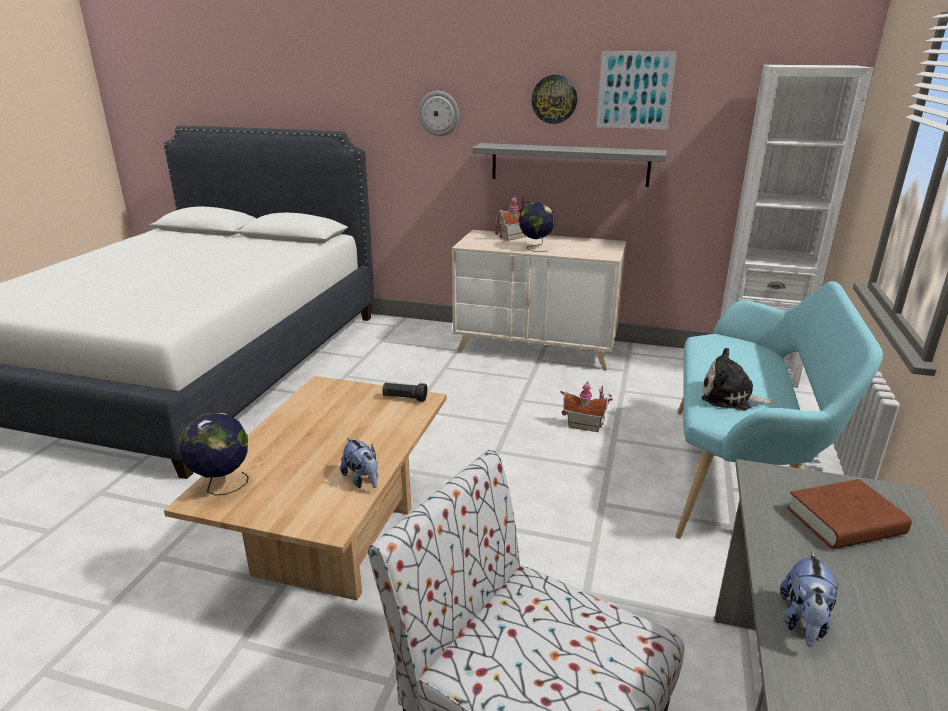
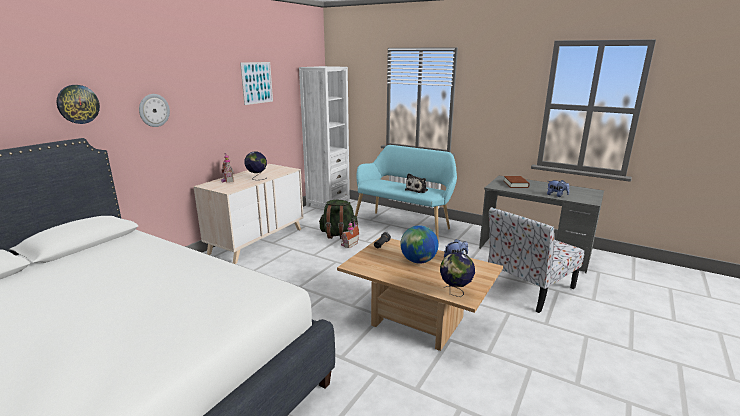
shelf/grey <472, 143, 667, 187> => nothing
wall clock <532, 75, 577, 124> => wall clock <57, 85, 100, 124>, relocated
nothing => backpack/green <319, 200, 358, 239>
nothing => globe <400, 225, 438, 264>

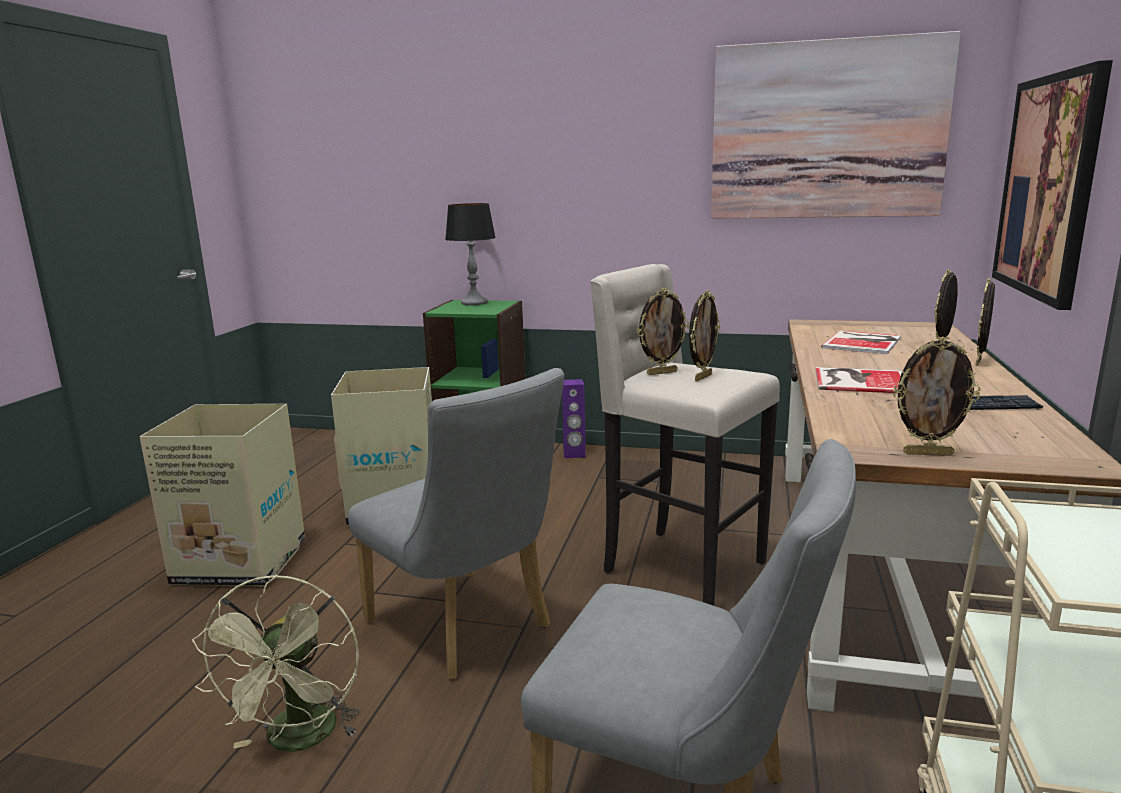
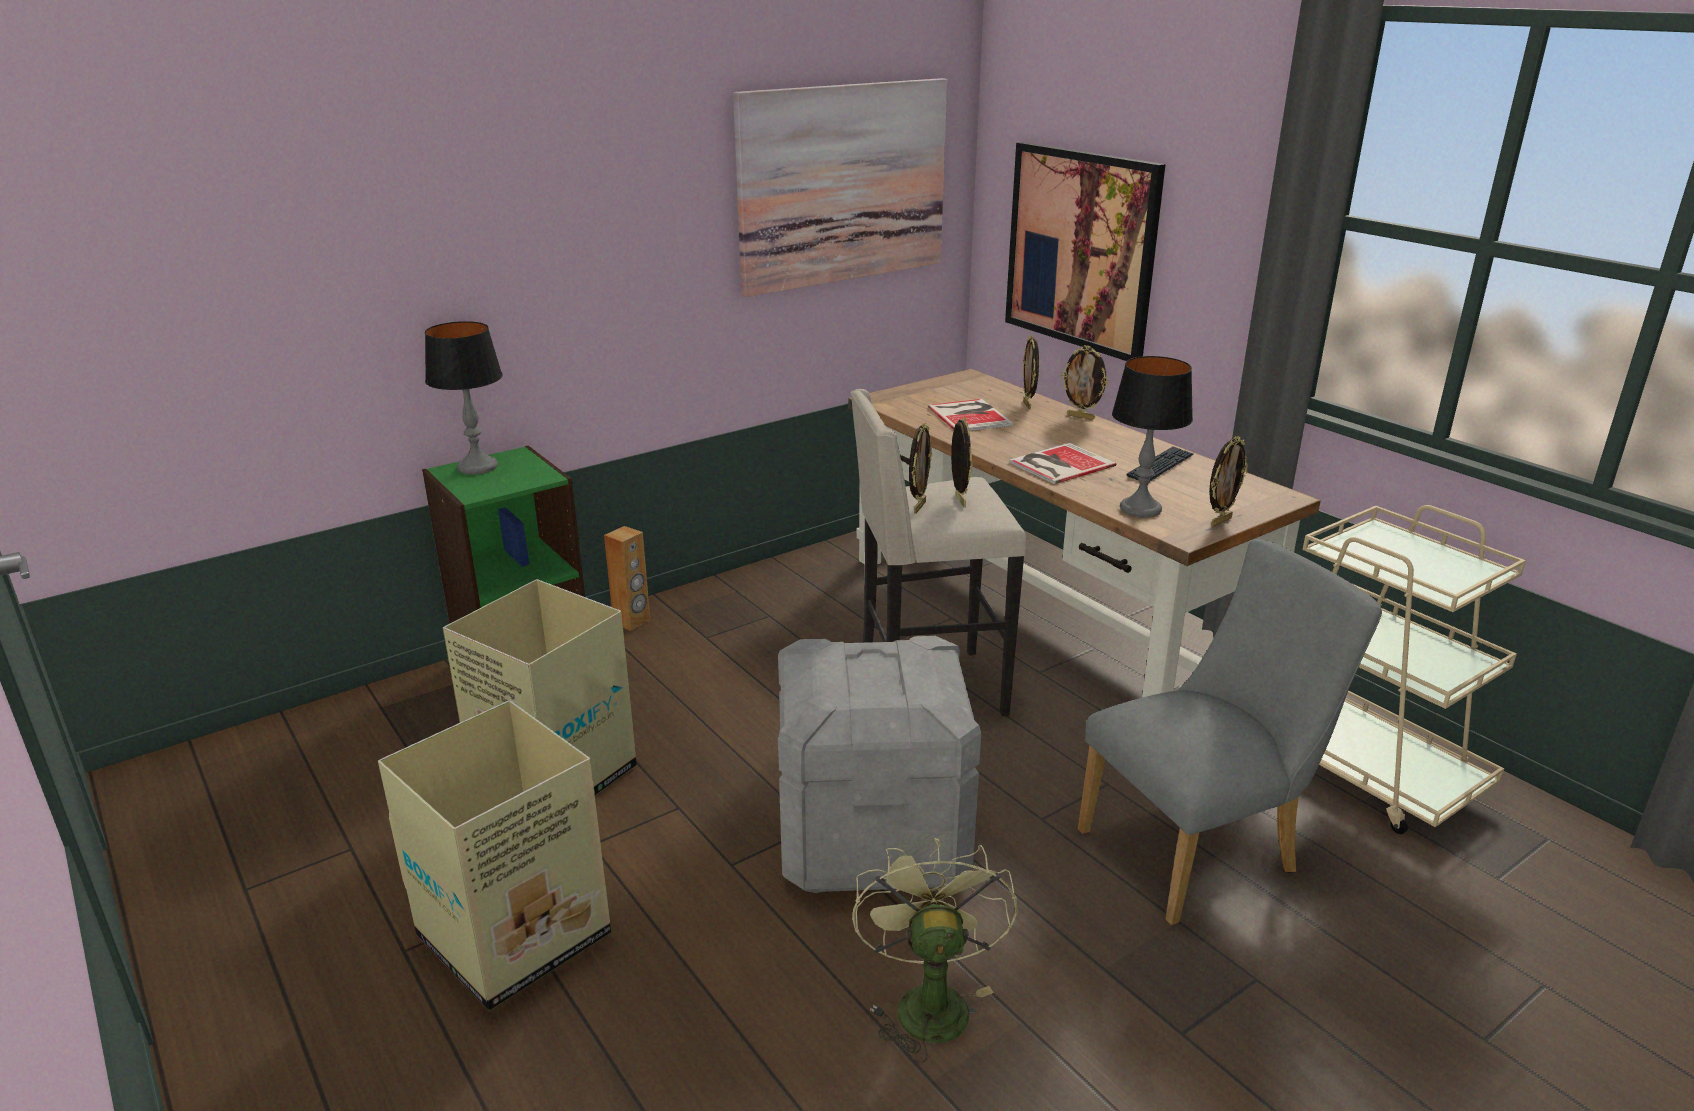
fan/green <192, 574, 360, 752> => fan/green <852, 837, 1018, 1063>, 135 degrees counterclockwise
chair/grey <348, 368, 564, 680> => storage box/grey <778, 636, 981, 893>
speaker/purple <562, 379, 586, 458> => speaker/brown <604, 526, 650, 631>
picture frame <975, 278, 995, 366> => picture frame <1061, 345, 1109, 420>, 45 degrees counterclockwise
nothing => table lamp <1112, 356, 1193, 518>

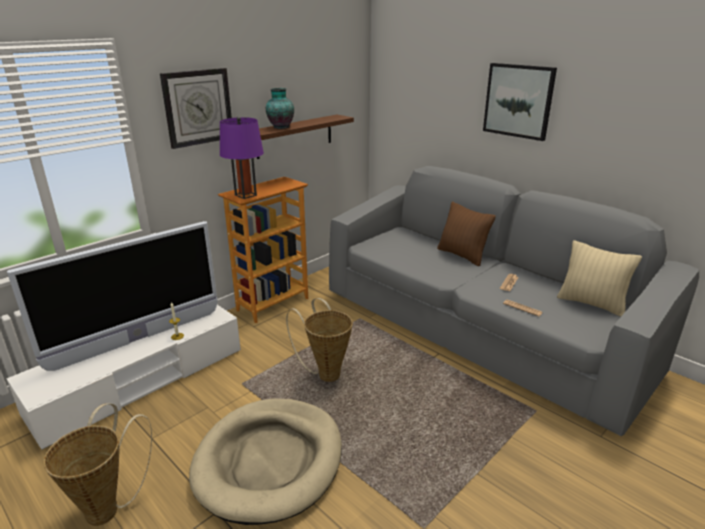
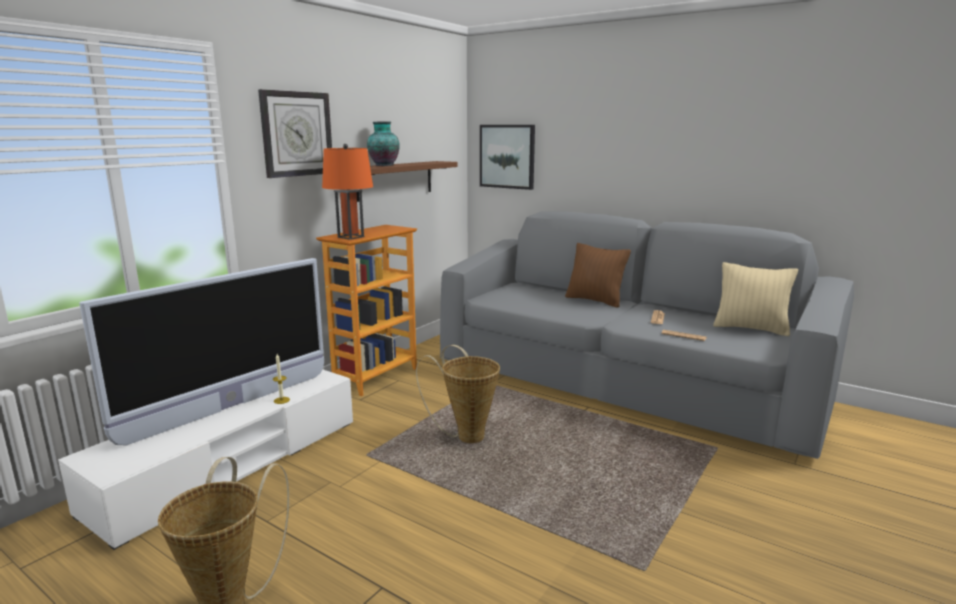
dog bed/beige <189, 398, 342, 525> => nothing
table lamp/purple <220, 117, 264, 199> => table lamp/orange <322, 144, 373, 240>
picture <483, 63, 557, 141> => picture <480, 125, 535, 190>, relocated

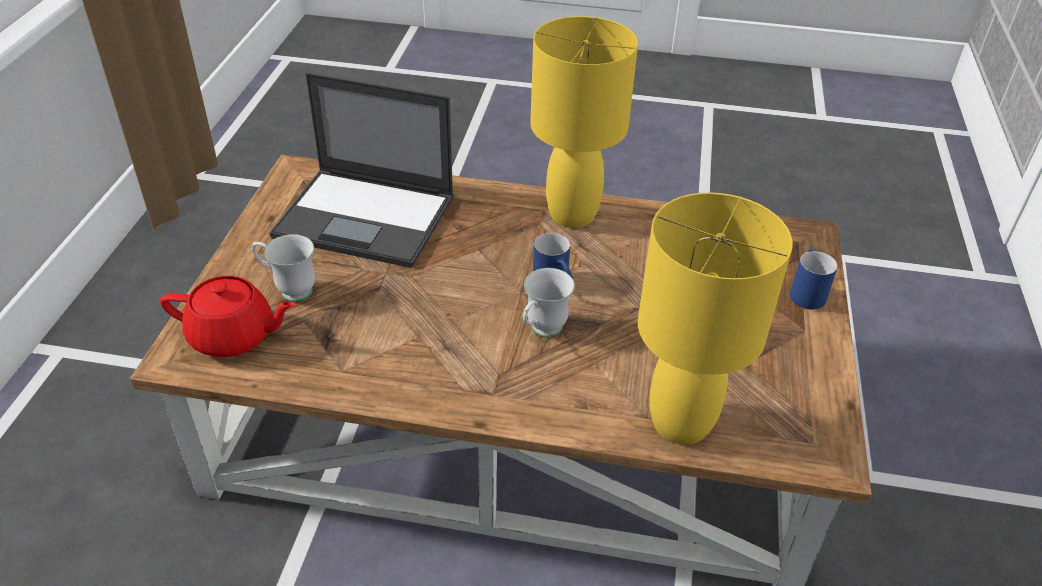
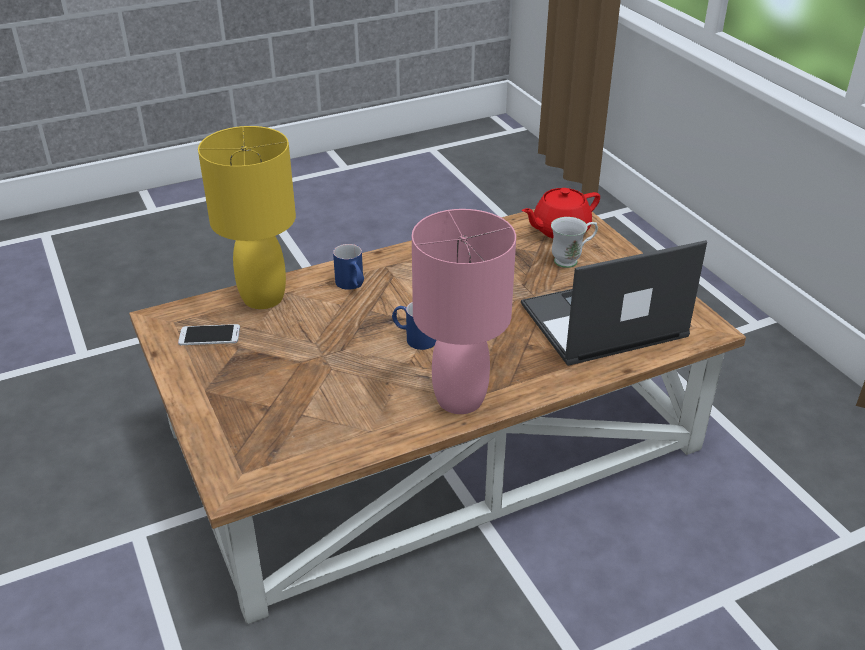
mug/white <523, 268, 575, 338> => nothing
table lamp/yellow <530, 16, 638, 228> => table lamp/pink <412, 209, 516, 414>
mug/blue <790, 248, 838, 310> => mug/blue <333, 244, 364, 290>, relocated
nothing => phone <178, 324, 240, 345>

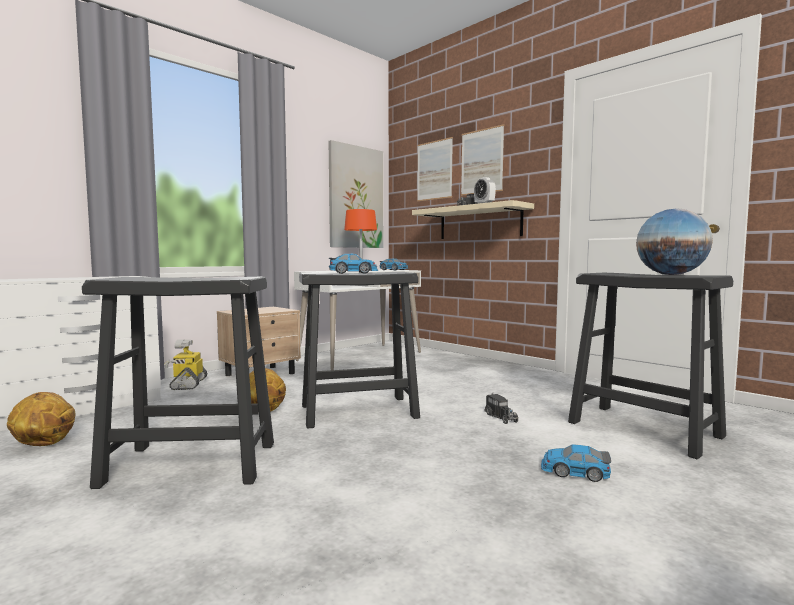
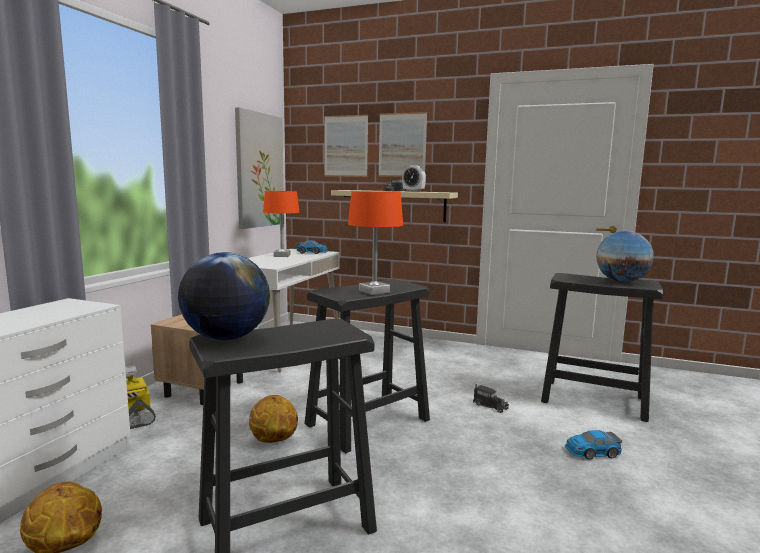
toy car <329, 254, 379, 274> => table lamp/orange <348, 191, 403, 295>
nothing => globe <178, 252, 270, 340>

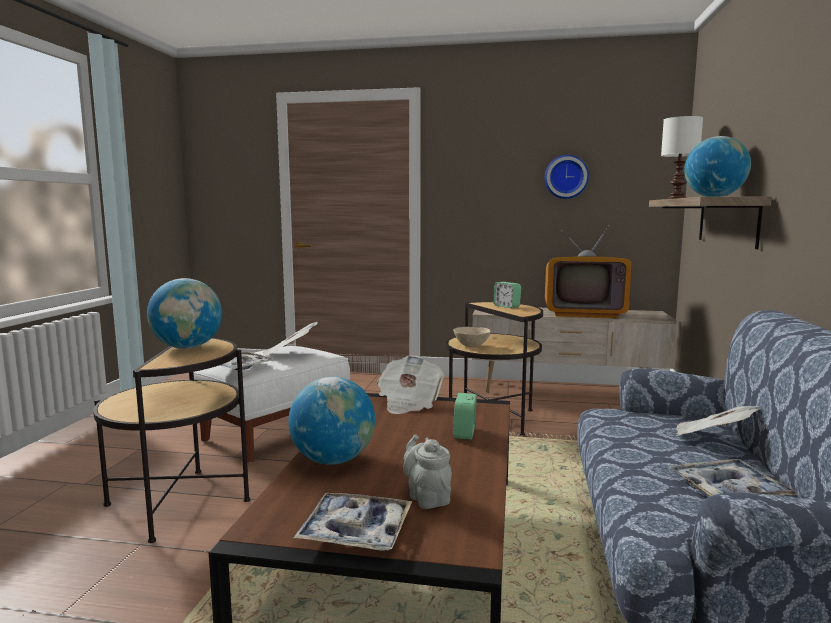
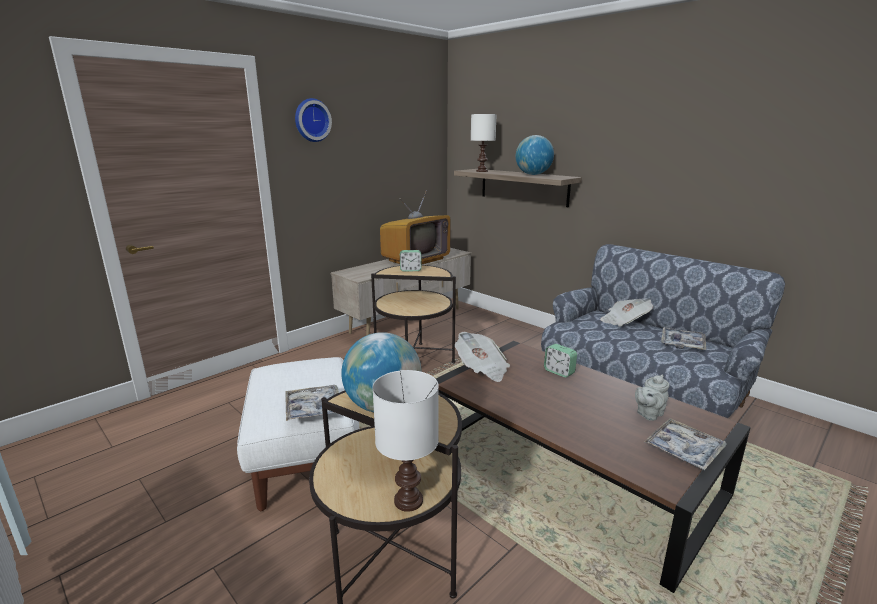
newspaper <263, 322, 317, 356> => nothing
globe <288, 377, 375, 465> => nothing
teapot/grey <403, 434, 452, 509> => teapot/grey <635, 374, 670, 421>, 45 degrees counterclockwise
bowl/beige <453, 327, 491, 347> => nothing
wall clock <545, 155, 589, 199> => wall clock <295, 98, 332, 142>, relocated
nothing => table lamp/white <372, 370, 439, 512>

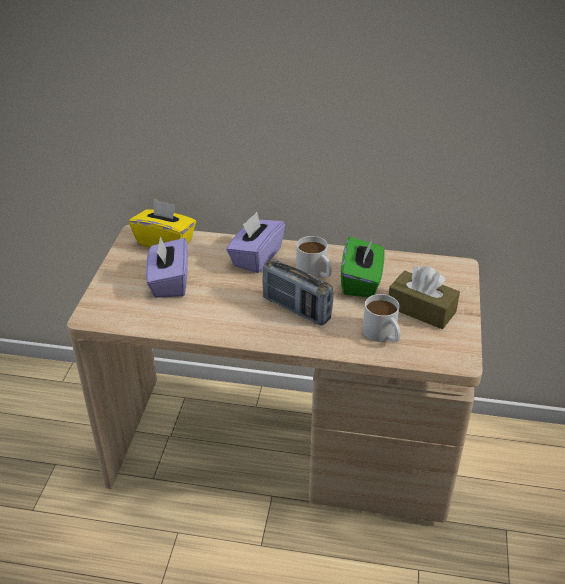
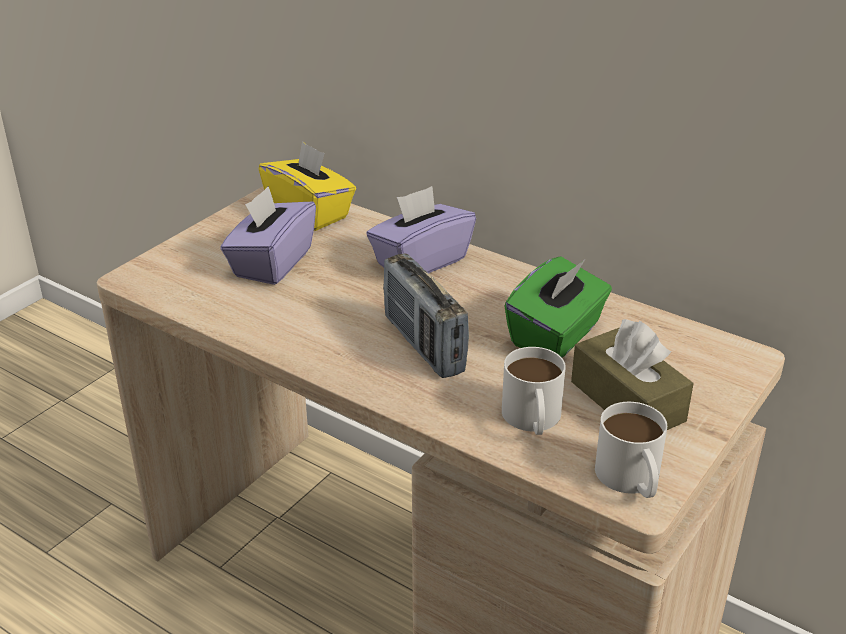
mug/white <296, 236, 332, 278> => mug/white <595, 402, 667, 498>, relocated

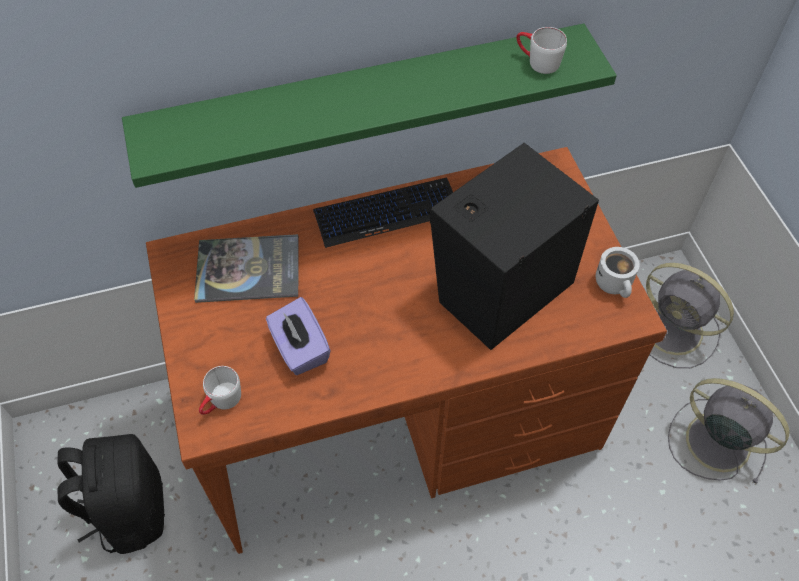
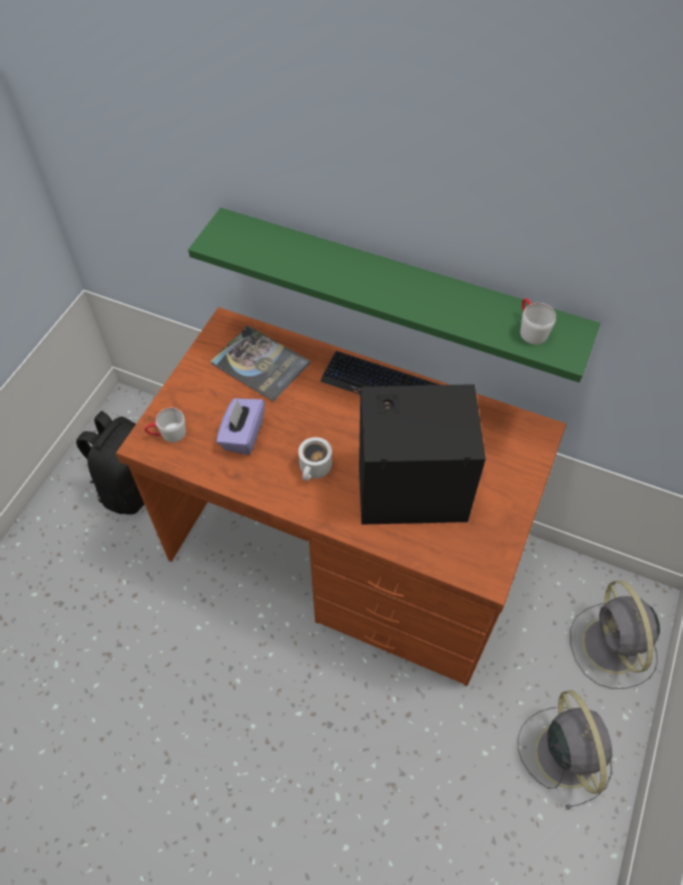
mug/white <596, 247, 640, 298> => mug/white <298, 437, 332, 481>, relocated

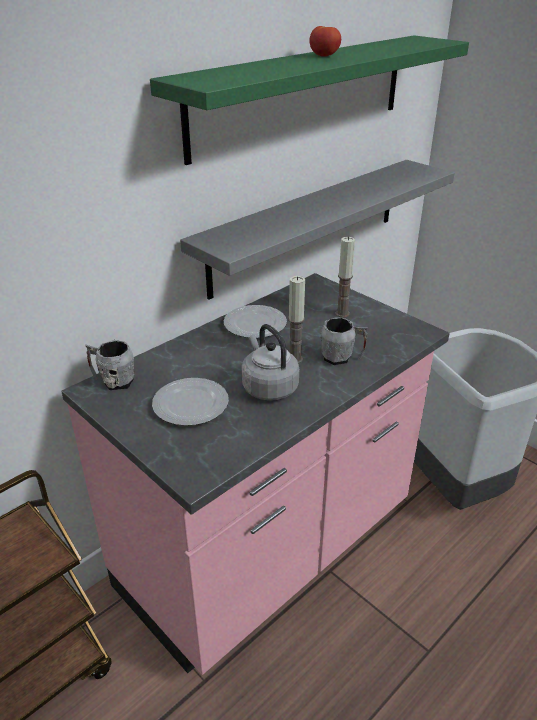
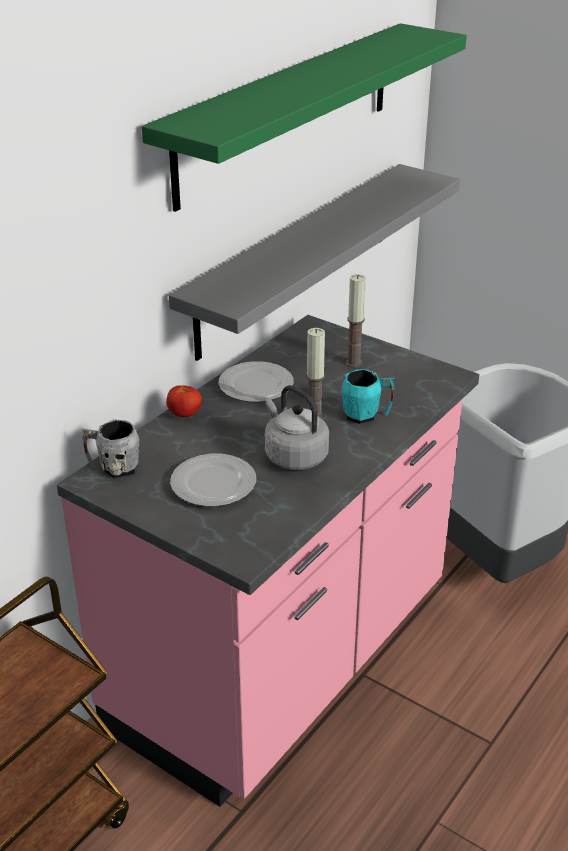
tomato <309, 26, 341, 57> => tomato <166, 385, 202, 417>, relocated
mug/grey <321, 317, 368, 365> => mug/turquoise <341, 369, 395, 424>

